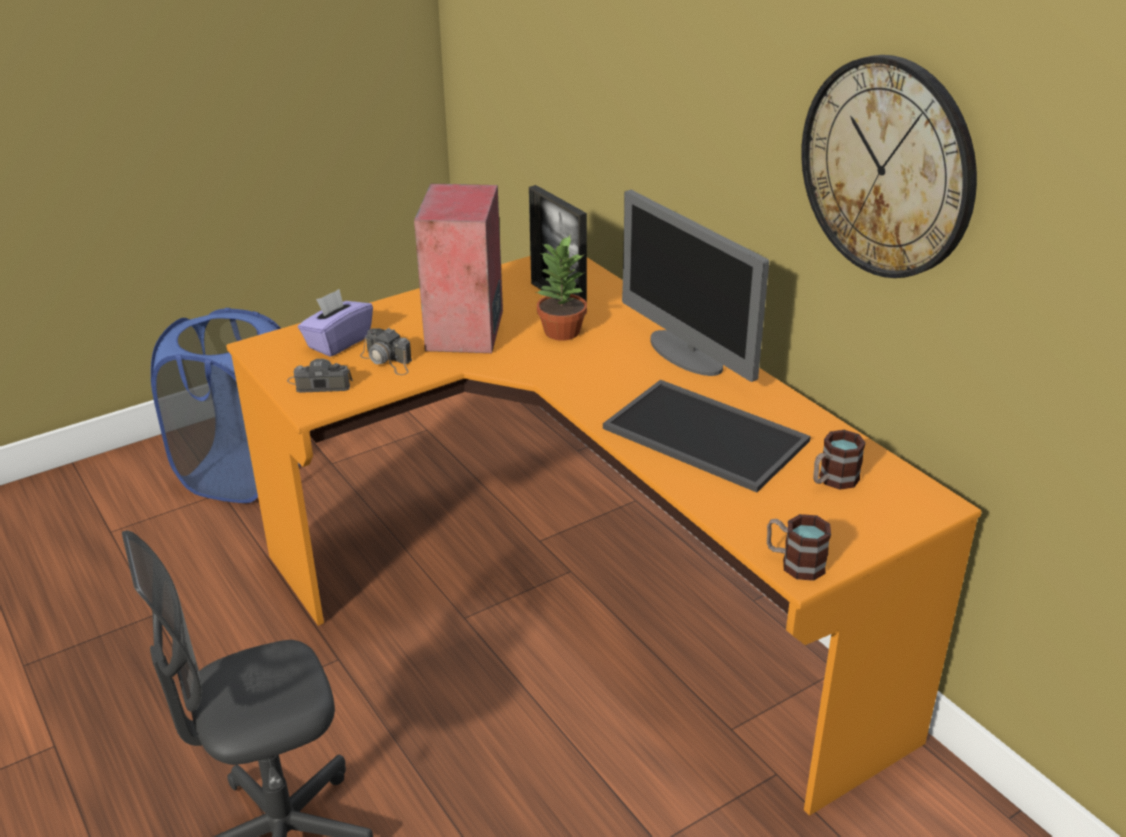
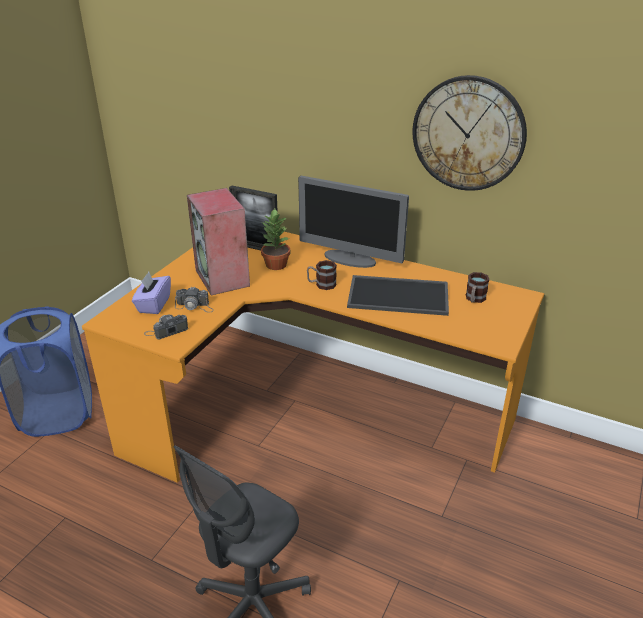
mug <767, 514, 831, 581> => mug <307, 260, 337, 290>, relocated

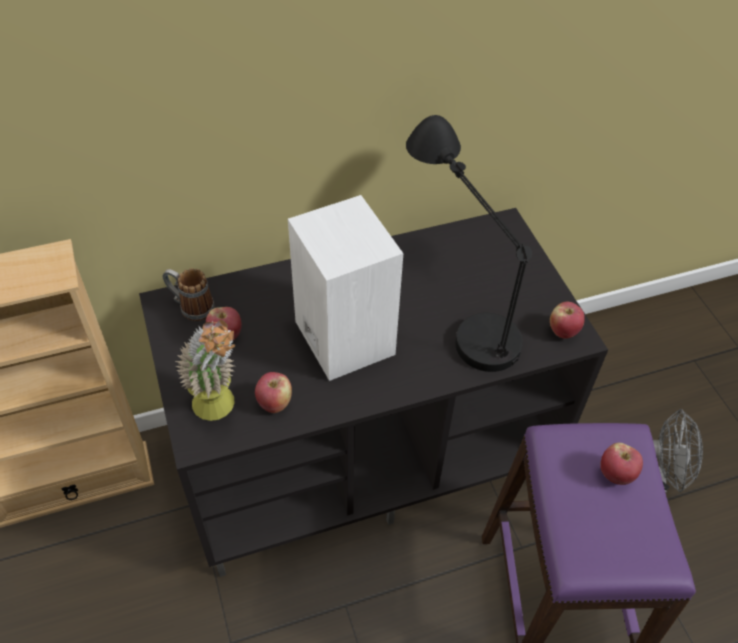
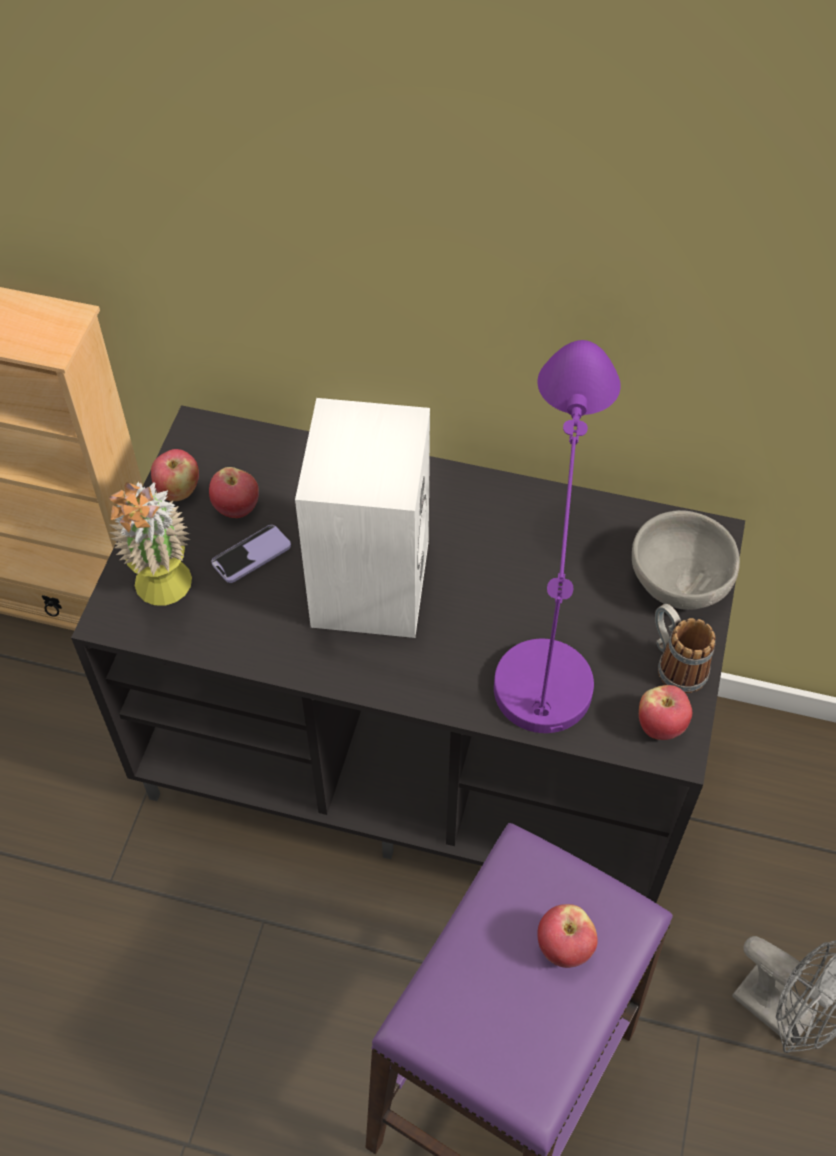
mug <163, 268, 215, 321> => mug <655, 604, 715, 693>, relocated
apple <255, 372, 292, 413> => apple <151, 449, 199, 501>, relocated
table lamp/black <406, 115, 532, 372> => table lamp/purple <494, 340, 621, 733>
nothing => phone <211, 525, 291, 583>
nothing => bowl/grey <632, 510, 740, 610>

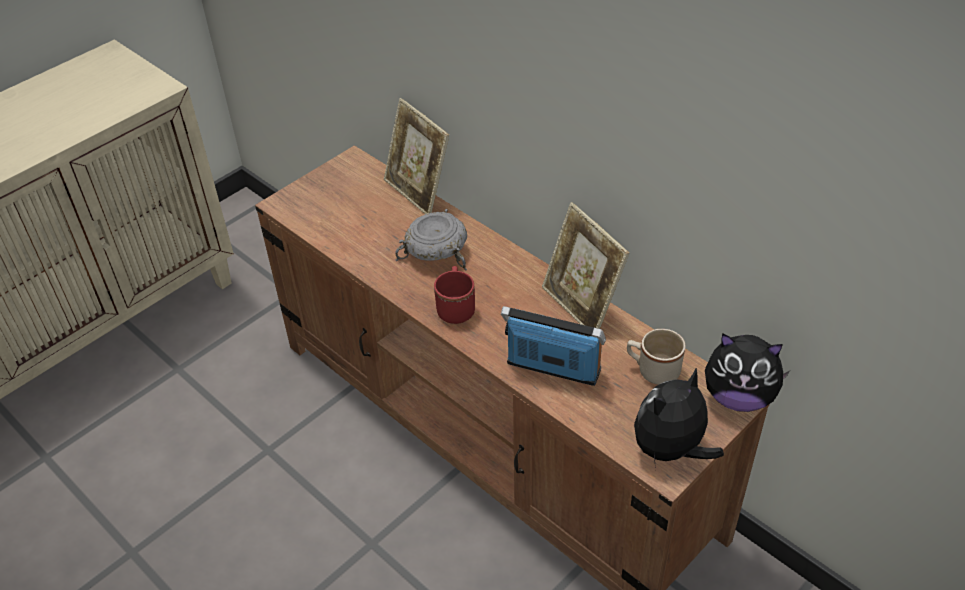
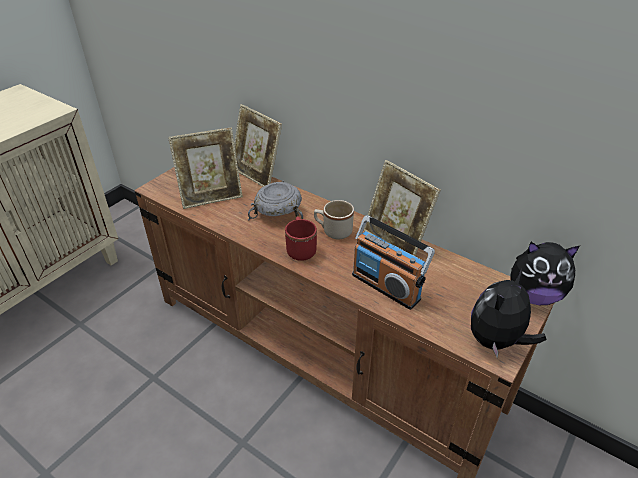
radio <501, 306, 606, 386> => radio <352, 216, 435, 310>, 150 degrees counterclockwise
mug/beige <627, 329, 686, 385> => mug/beige <314, 200, 354, 239>, relocated
nothing => picture frame <168, 128, 243, 209>

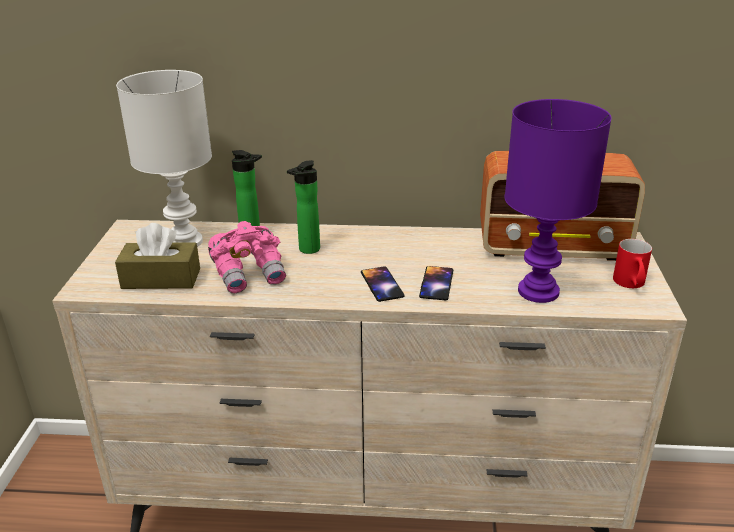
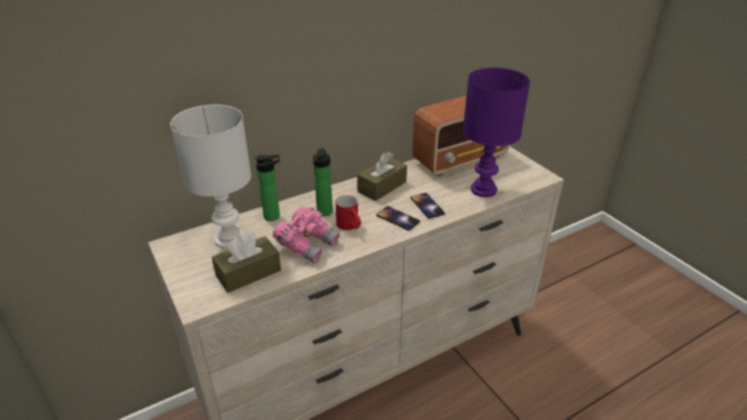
mug/red <613, 239, 652, 288> => mug/red <335, 195, 361, 230>, relocated
nothing => tissue box/brown <357, 152, 407, 201>

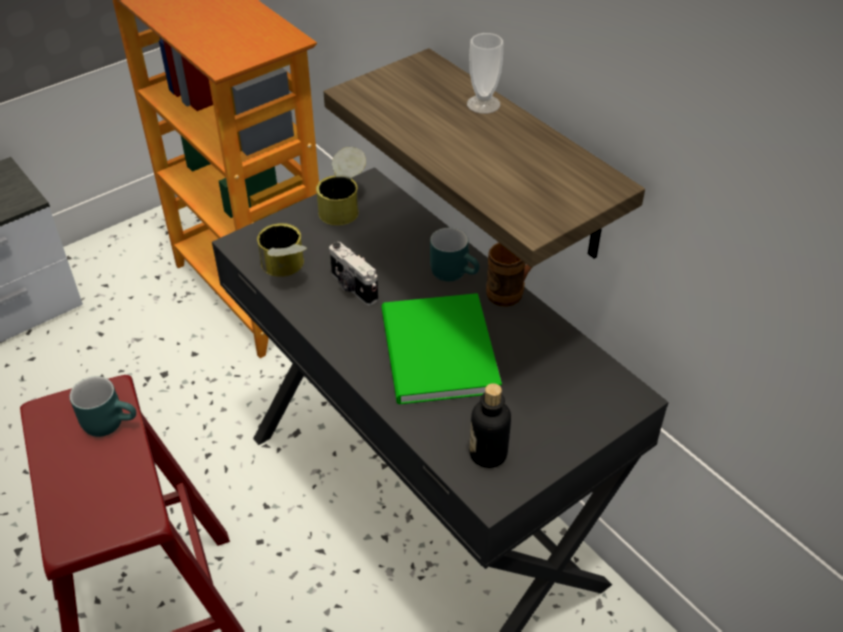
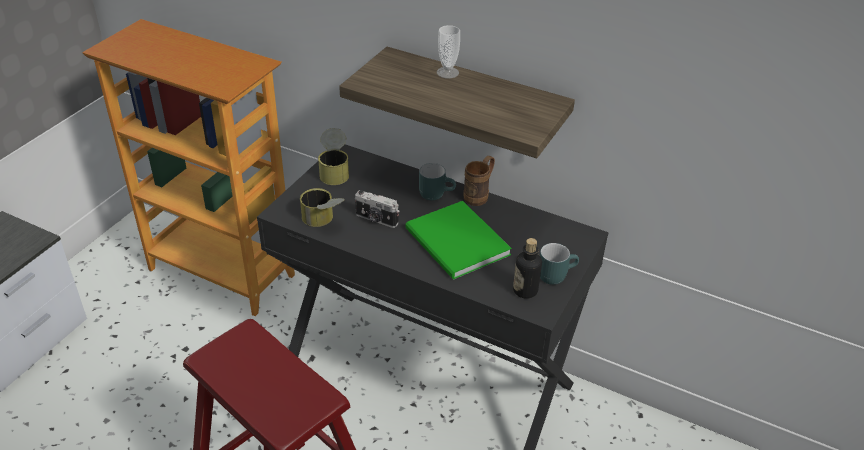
mug/turquoise <69, 376, 136, 437> => mug/turquoise <540, 243, 579, 285>, relocated

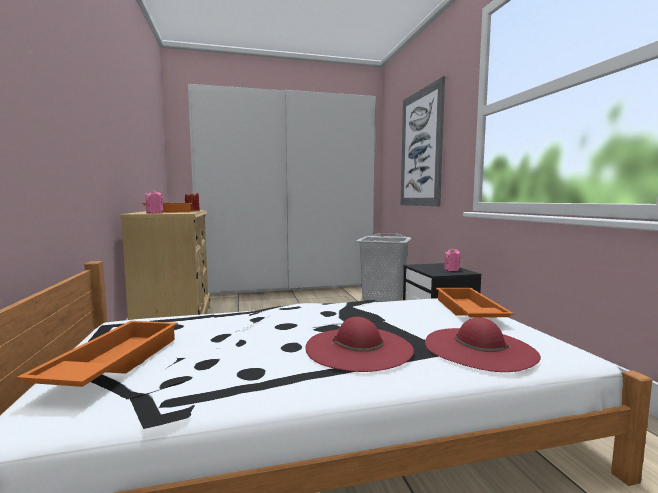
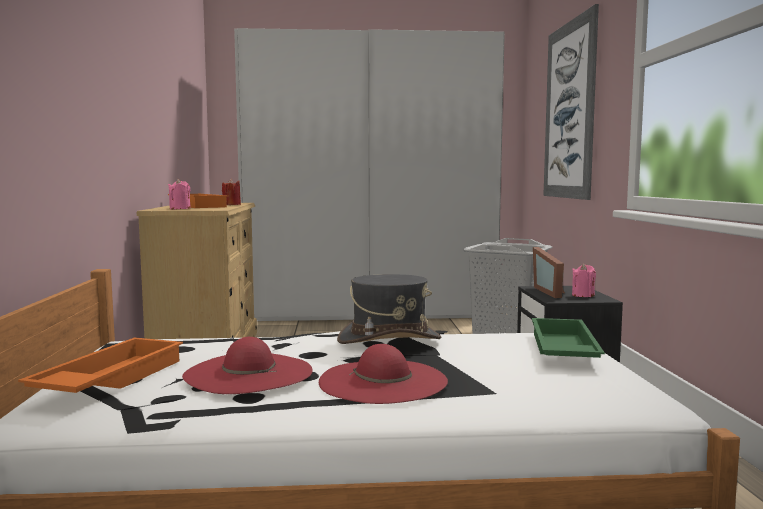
hat/red <425, 317, 541, 372> => hat/red <182, 337, 313, 394>, relocated
tray/orange <436, 288, 514, 317> => tray/green <532, 318, 605, 358>
nothing => hat/grey <337, 274, 441, 344>
nothing => picture frame <533, 247, 565, 298>

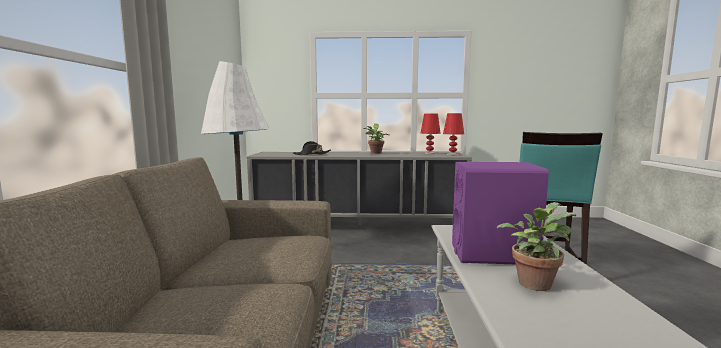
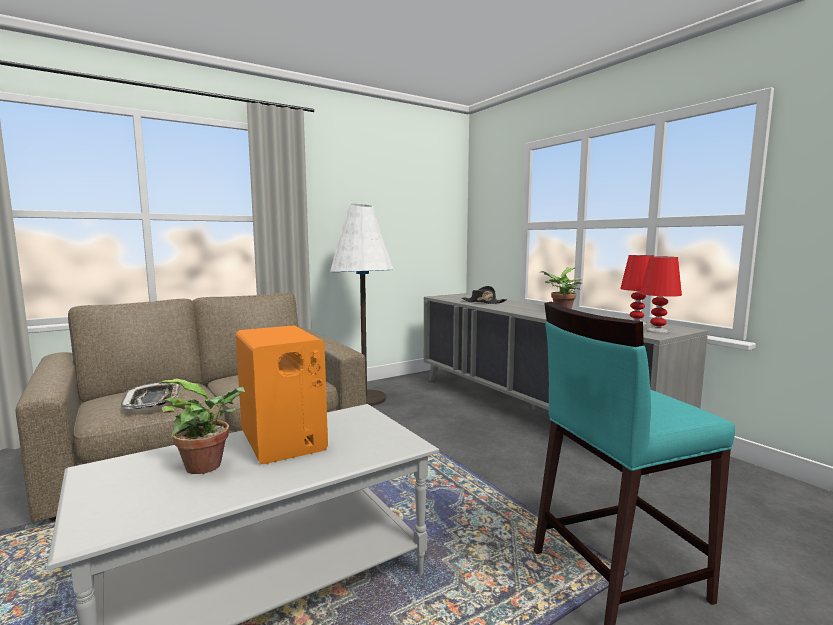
speaker/purple <452, 162, 549, 264> => speaker/orange <236, 325, 328, 464>
nothing => tray <121, 382, 180, 409>

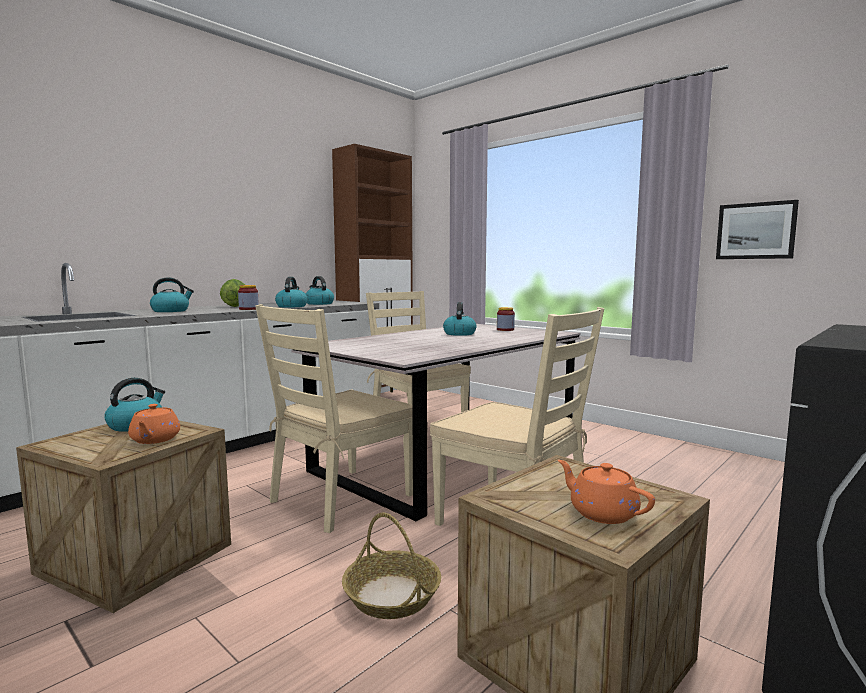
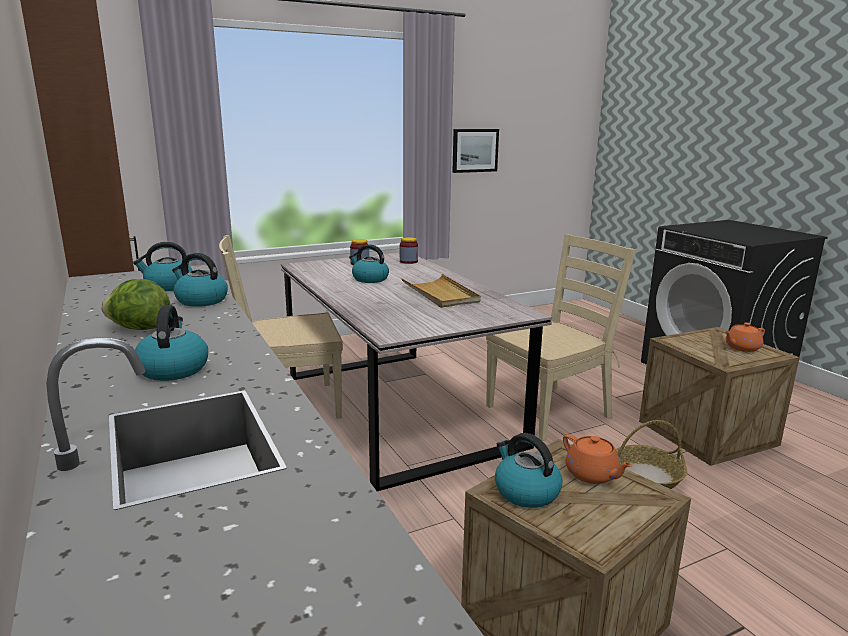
teapot/orange <128, 404, 180, 444> => teapot/orange <563, 434, 633, 484>, 45 degrees clockwise
jar <238, 285, 259, 310> => jar <400, 237, 418, 264>, relocated
chair/beige <255, 304, 413, 533> => nothing
nothing => tray/beige <401, 274, 481, 308>

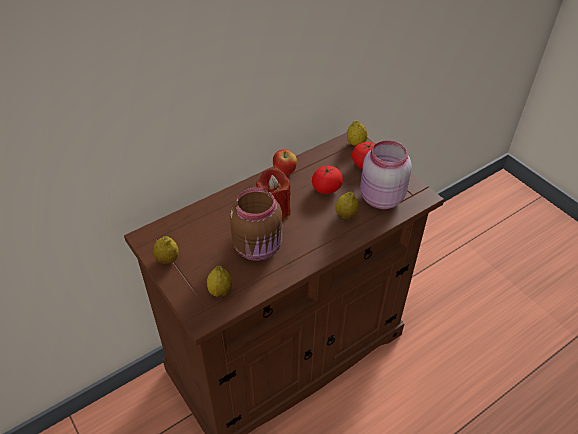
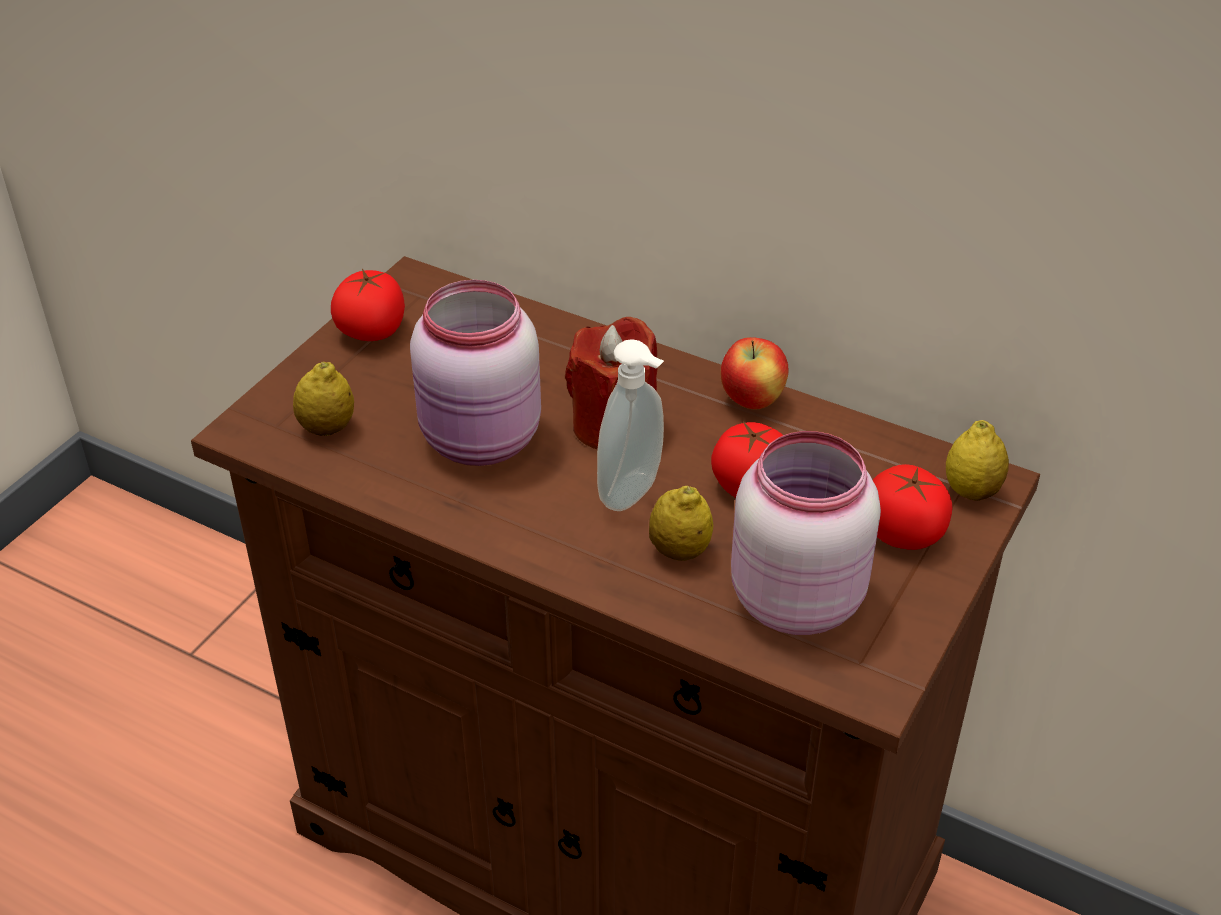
lemon <153, 236, 179, 264> => tomato <331, 269, 405, 341>
jar/brown <230, 188, 282, 261> => jar/pink <410, 280, 541, 466>
nothing => soap dispenser <597, 339, 664, 511>

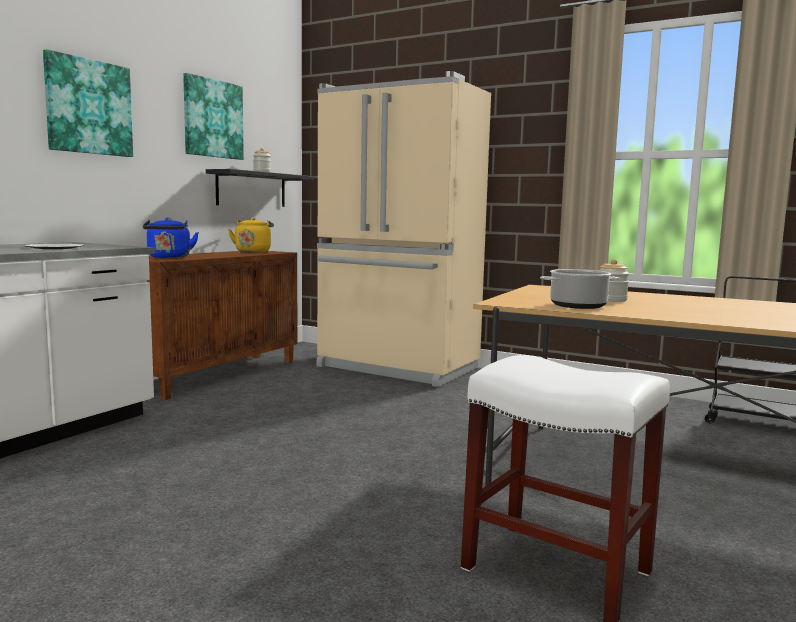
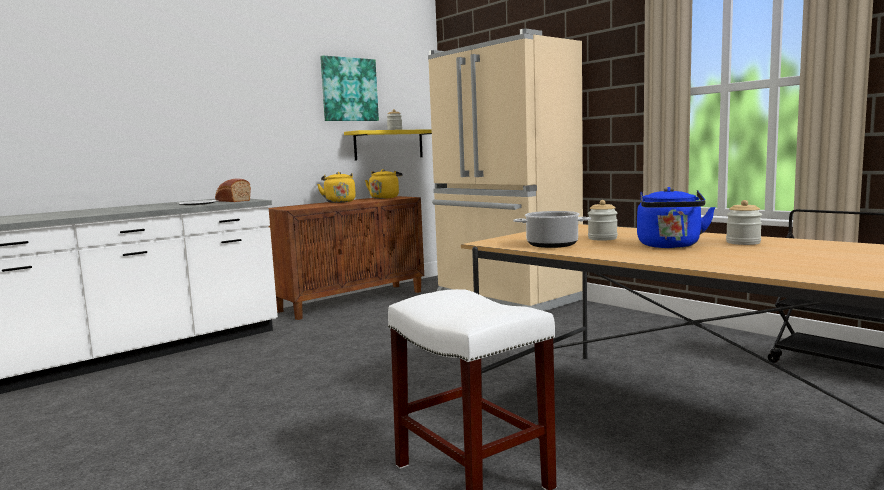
picture <43, 49, 133, 157> => nothing
kettle/blue <143, 217, 199, 258> => kettle/blue <637, 187, 716, 248>, relocated
shelf/black <206, 169, 314, 207> => shelf/yellow <344, 129, 432, 161>
nothing => bread <215, 179, 251, 202>
nothing => kettle/yellow <317, 172, 356, 203>
nothing => jar <726, 200, 762, 245>

